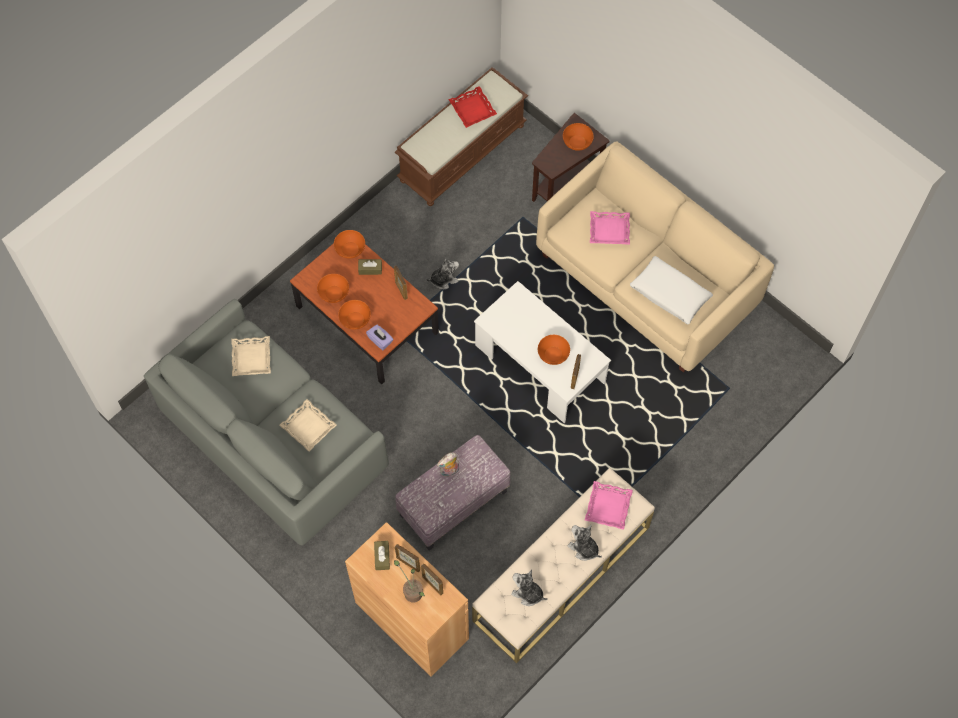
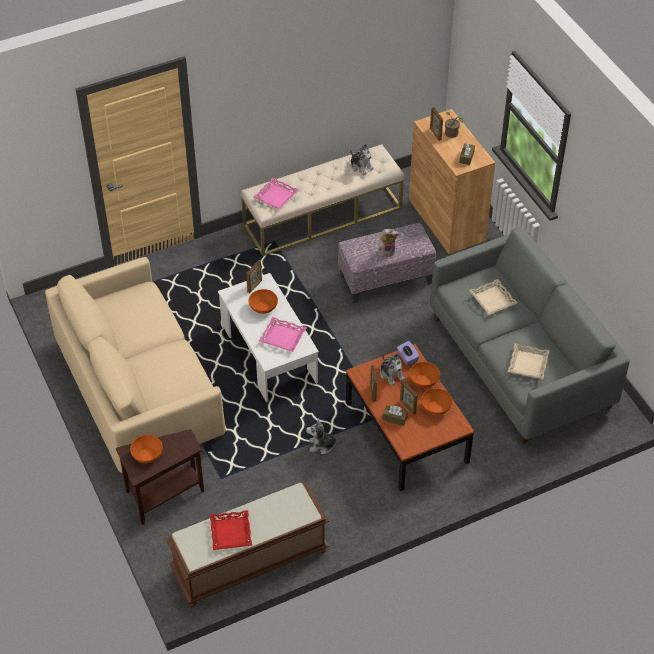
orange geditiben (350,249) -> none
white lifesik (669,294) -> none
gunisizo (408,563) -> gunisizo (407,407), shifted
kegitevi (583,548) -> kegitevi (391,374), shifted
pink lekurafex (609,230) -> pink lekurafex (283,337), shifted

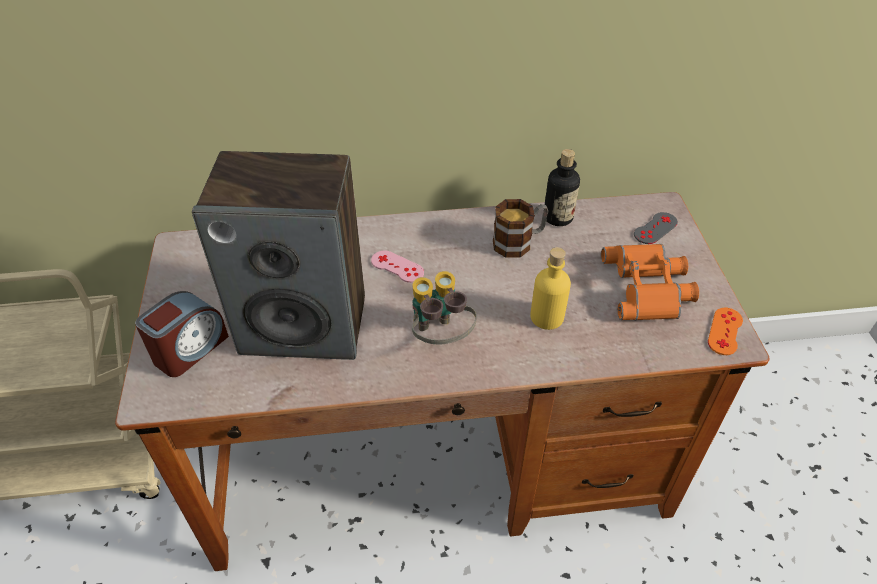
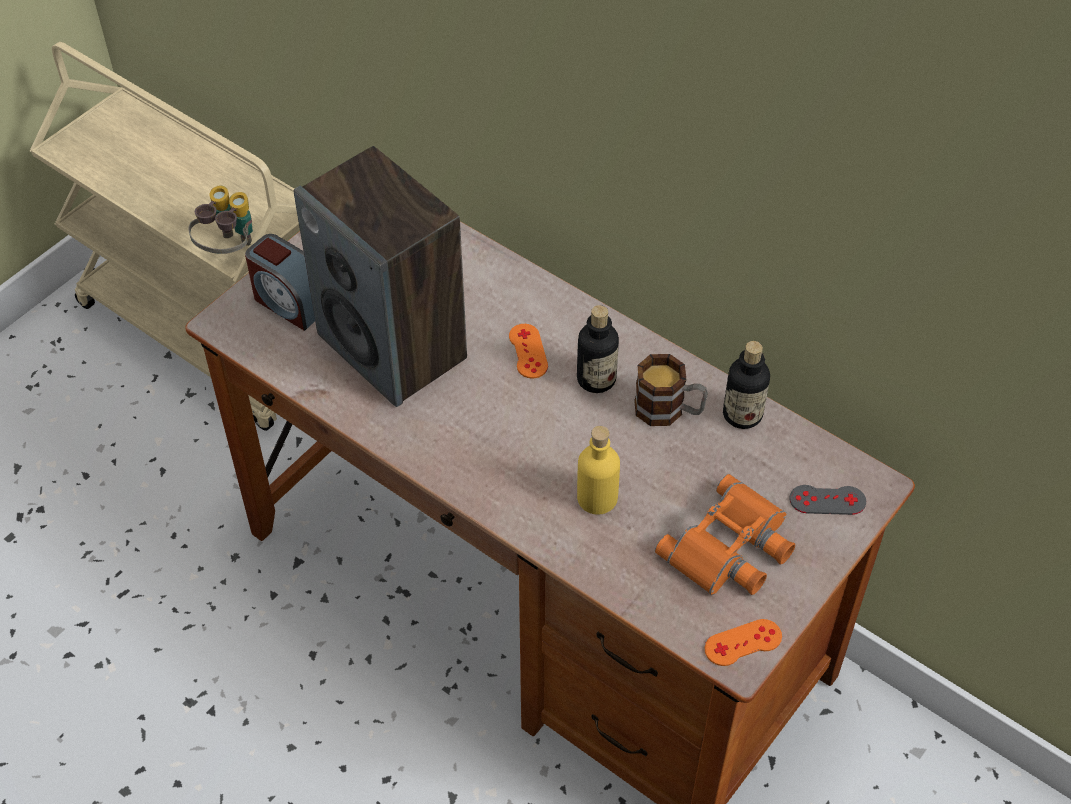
none -> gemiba (596,379)
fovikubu (440,337) -> fovikubu (229,250), shifted
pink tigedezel (397,267) -> orange tigedezel (528,351)
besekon (190,349) -> besekon (290,302), 45 degrees clockwise

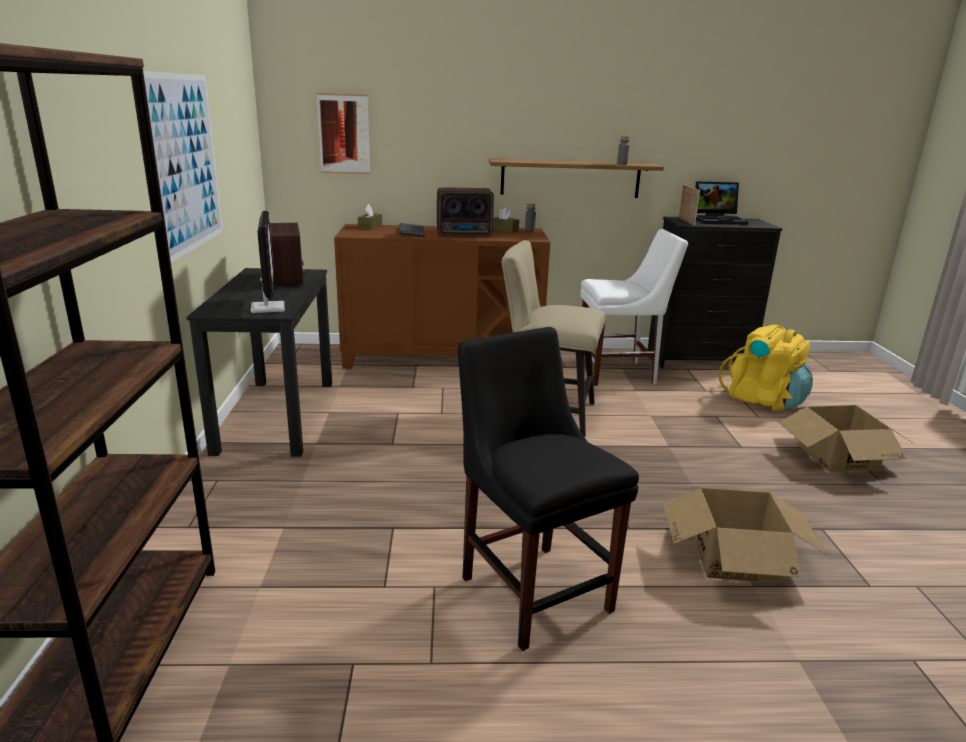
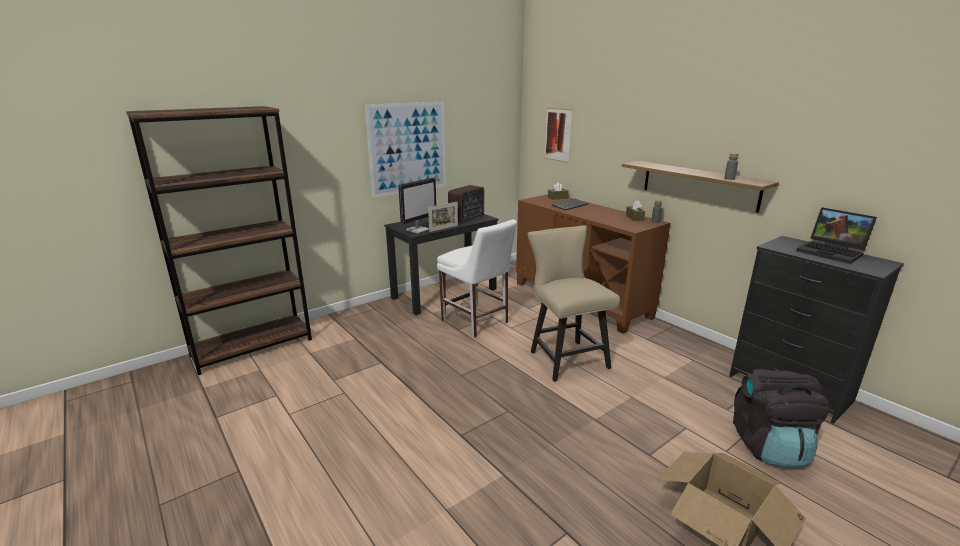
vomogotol (465,235) -> none
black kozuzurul (532,588) -> none
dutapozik (735,558) -> none
white kozuzurul (620,373) -> white kozuzurul (476,322), shifted
gunisizo (686,221) -> gunisizo (443,228), shifted
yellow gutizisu (763,400) -> black gutizisu (769,446)

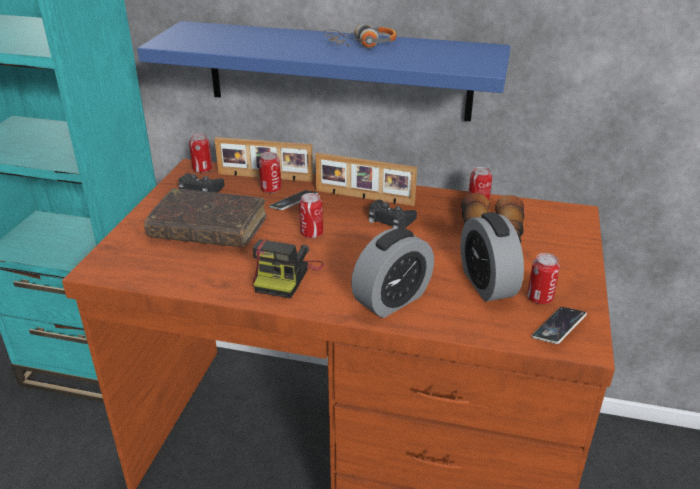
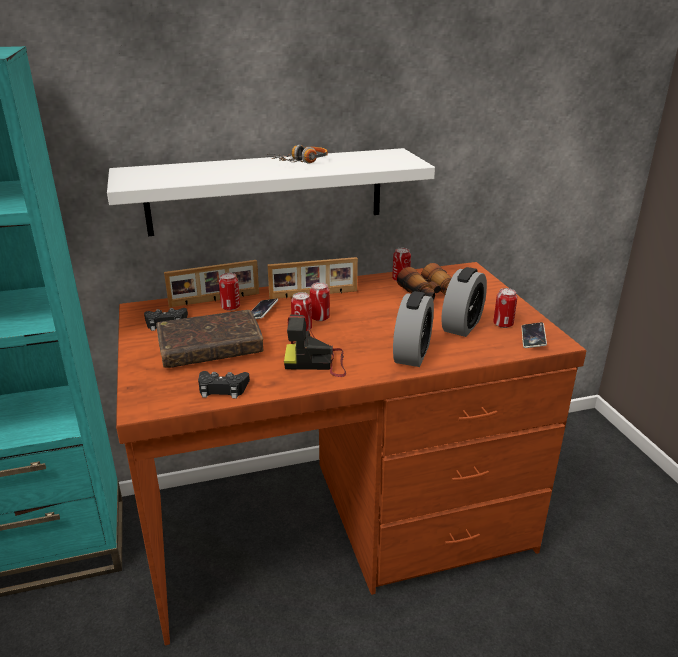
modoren (202,169) -> modoren (320,318), shifted
black tigedezel (390,219) -> black tigedezel (222,389), shifted
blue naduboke (337,71) -> white naduboke (266,191)
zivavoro (286,276) -> zivavoro (317,362), 105 degrees clockwise
besekon (487,284) -> besekon (462,325), 105 degrees counterclockwise

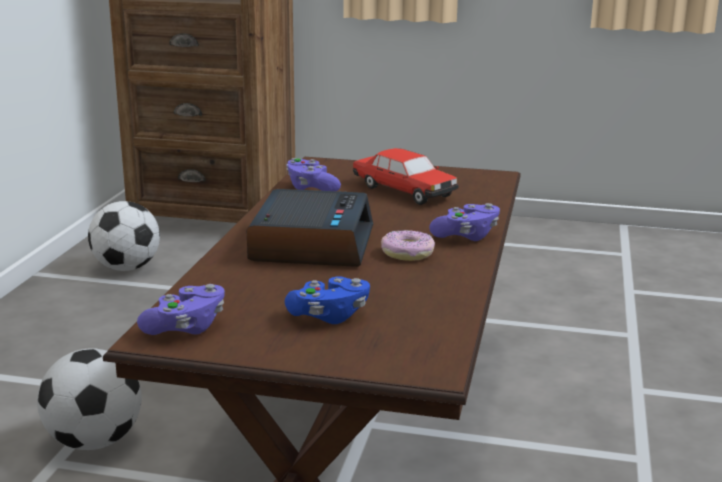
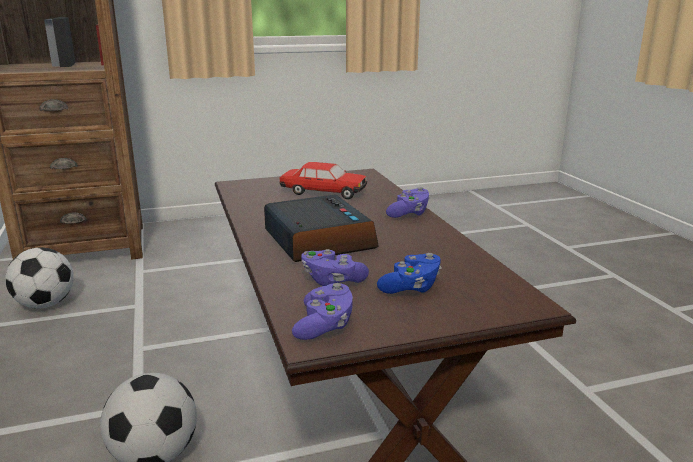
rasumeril (407,253) -> none
purple tigedezel (311,188) -> purple tigedezel (332,281), shifted

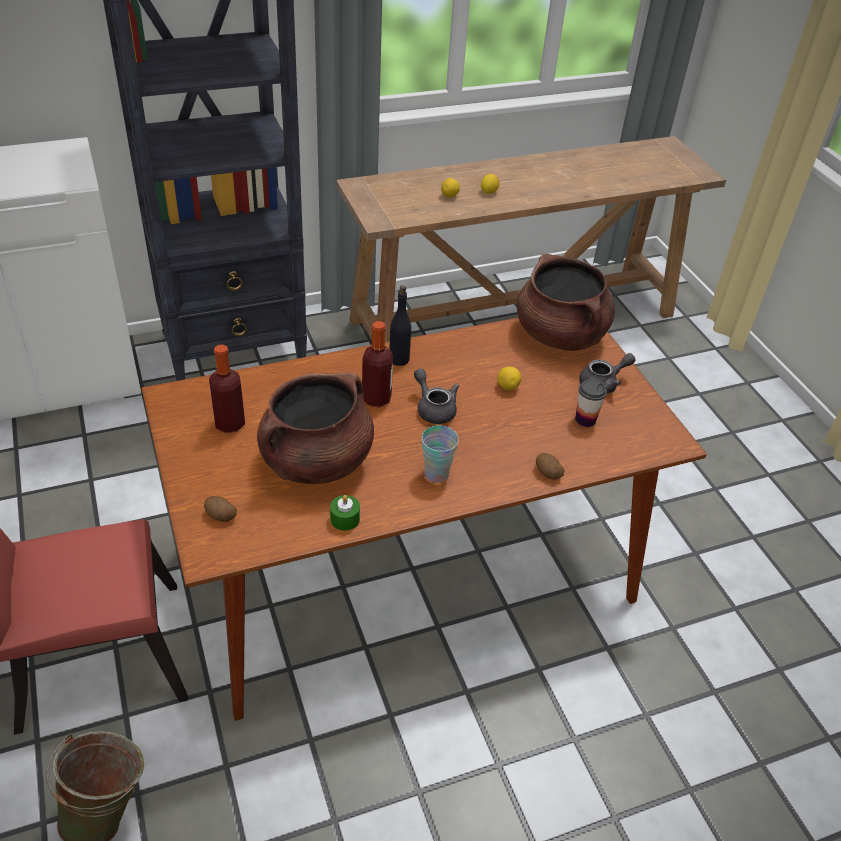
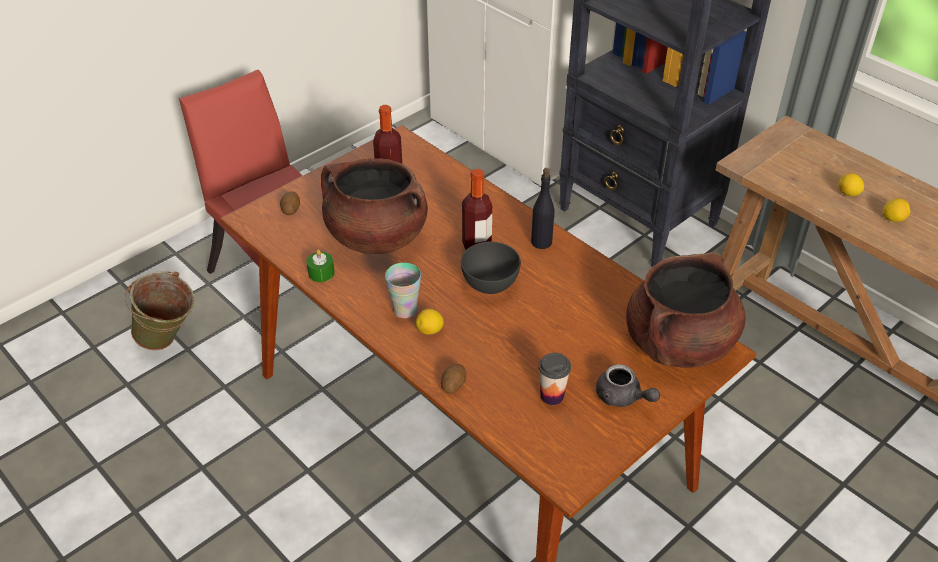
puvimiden (507,387) -> puvimiden (430,331), shifted
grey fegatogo (434,408) -> grey geditiben (490,284)

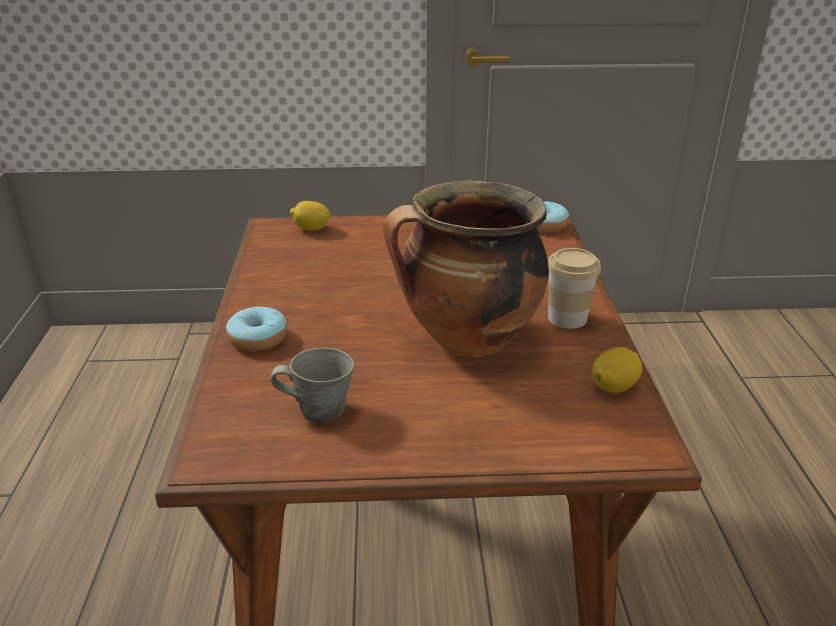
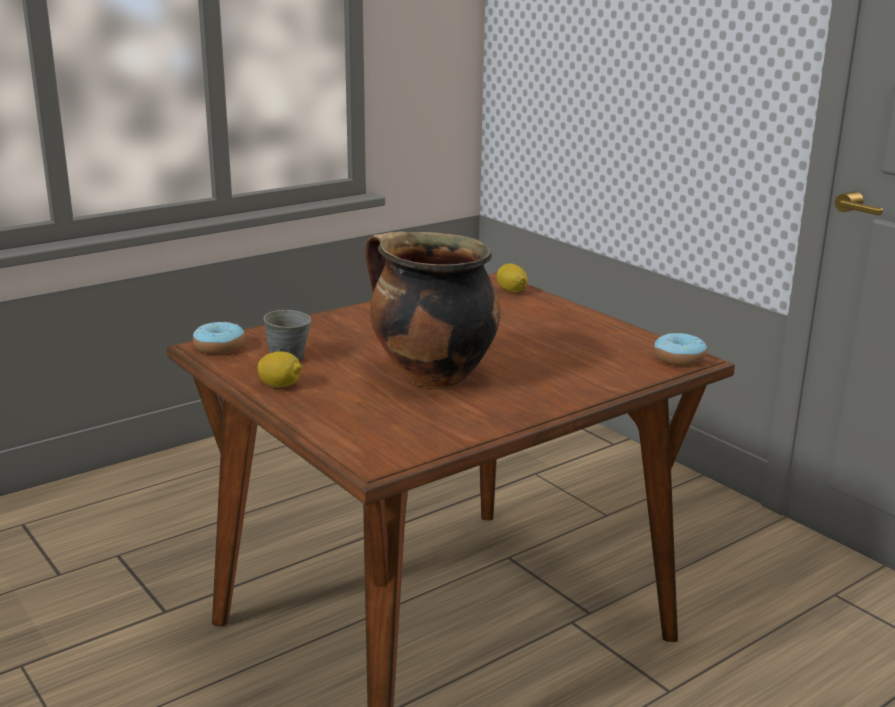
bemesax (567,318) -> none
rasumeril (258,338) -> rasumeril (219,347), shifted
puvimiden (614,386) -> puvimiden (280,385), shifted

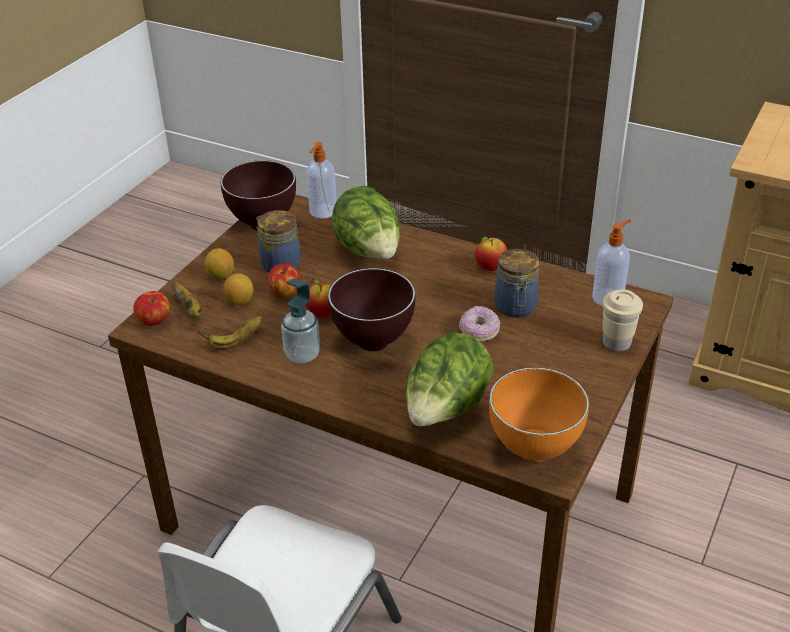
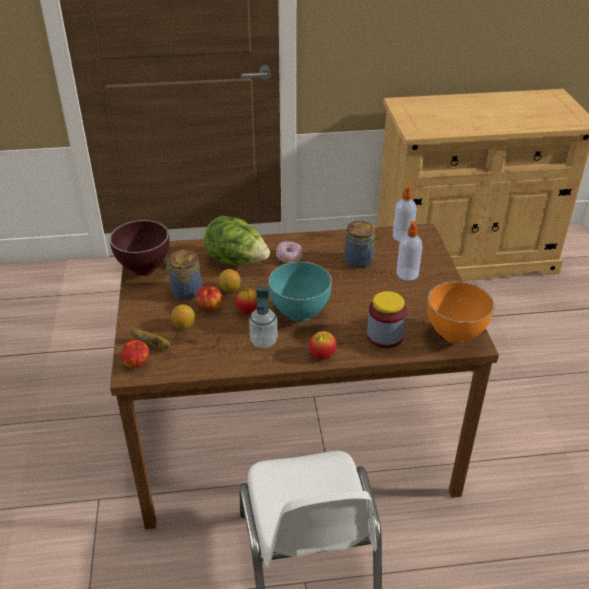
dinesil (235,342) -> none
beige bemesax (616,343) -> none
puvimiden (220,276) -> puvimiden (230,289), shifted
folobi (322,212) -> folobi (407,275), shifted
rasumeril (479,331) -> rasumeril (289,257), shifted
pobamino (490,268) -> pobamino (322,355), shifted
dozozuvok (446,410) -> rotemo (384,336)
brown geditiben (374,341) -> turquoise geditiben (299,314)

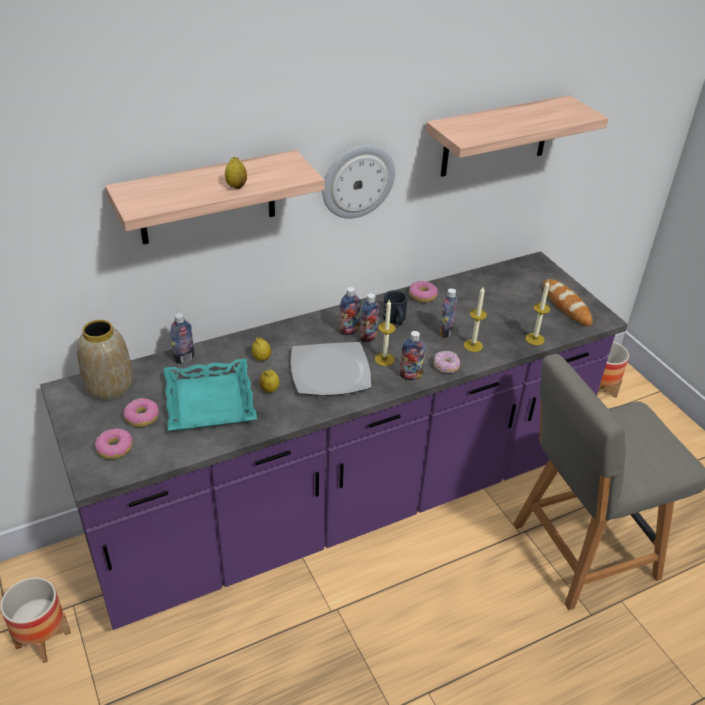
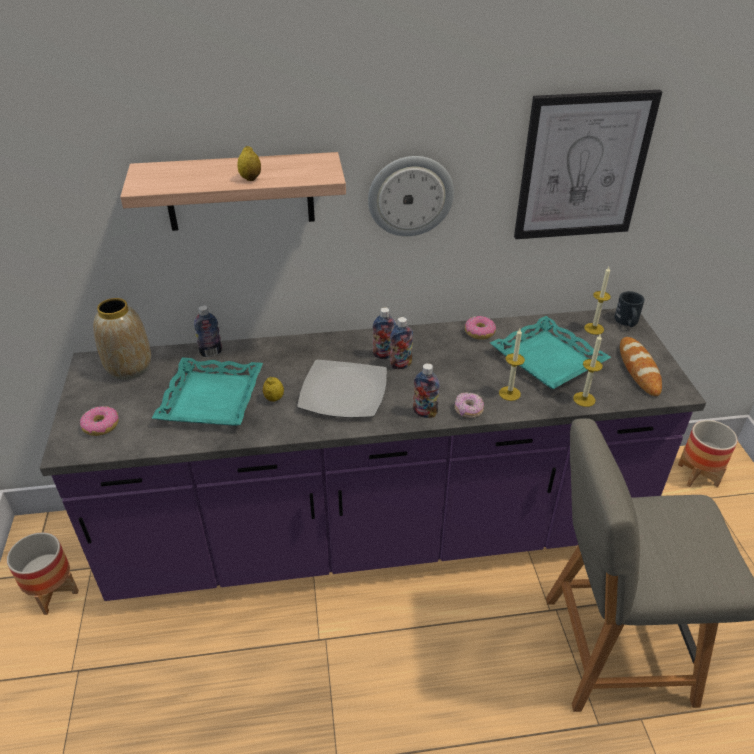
rasumeril (142,417) -> none
puvimiden (261,358) -> none
gemiba (446,332) -> none
none -> turquoise lekurafex (548,359)
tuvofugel (384,359) -> tuvofugel (594,328), shifted
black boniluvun (395,320) -> black boniluvun (627,322), shifted
naduboke (496,136) -> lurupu (582,167)

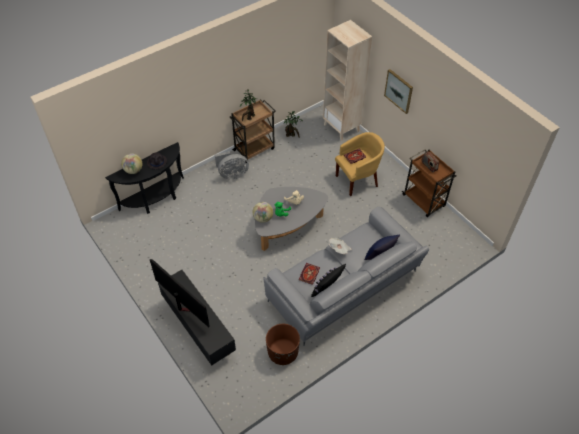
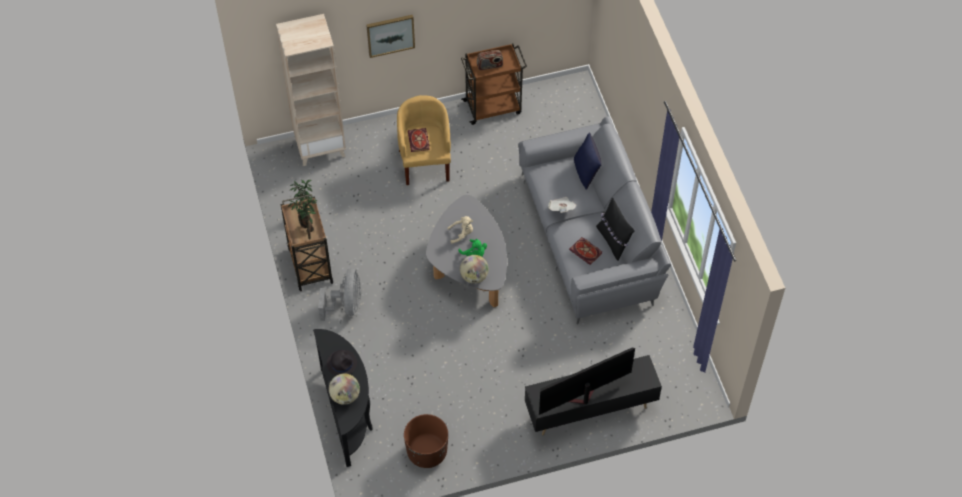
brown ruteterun (283,352) -> brown ruteterun (427,451), shifted

